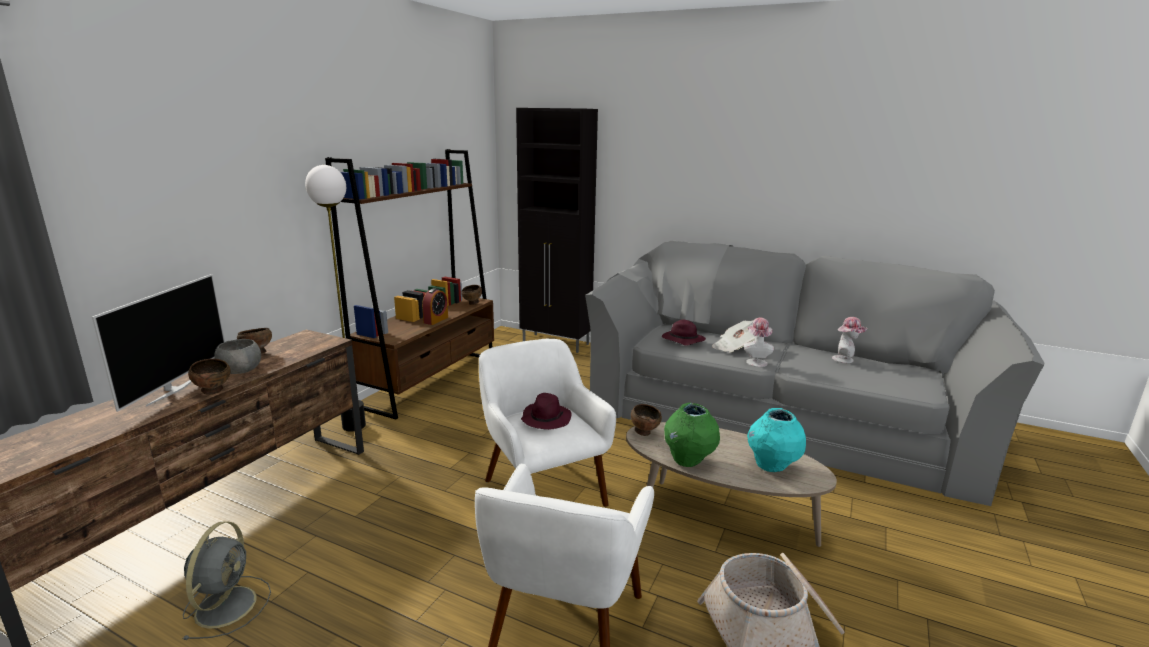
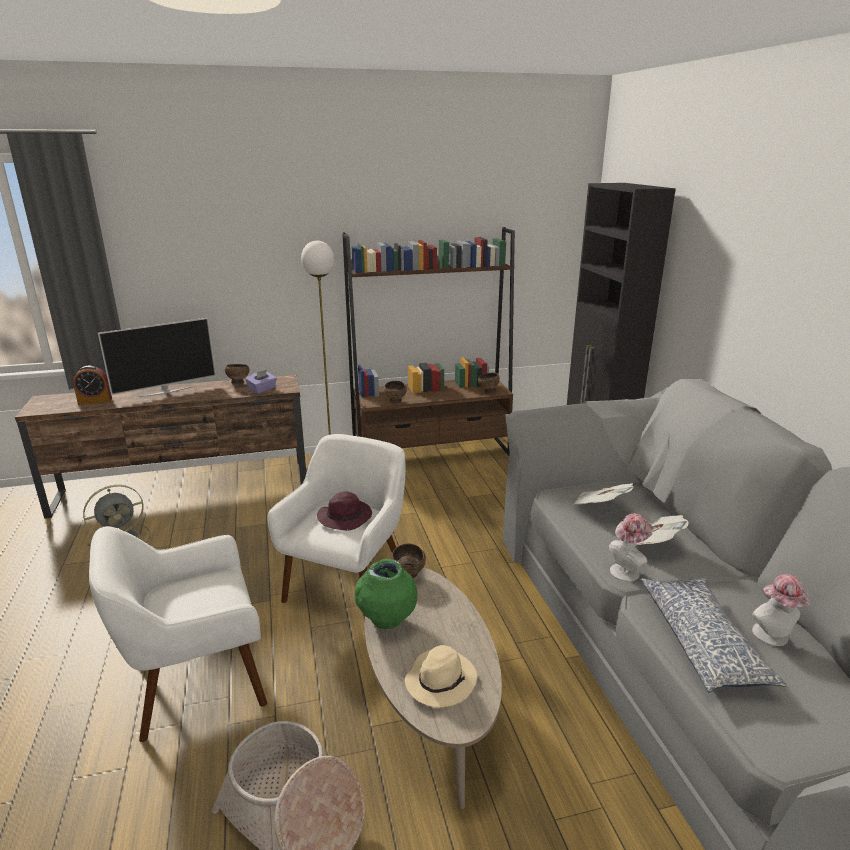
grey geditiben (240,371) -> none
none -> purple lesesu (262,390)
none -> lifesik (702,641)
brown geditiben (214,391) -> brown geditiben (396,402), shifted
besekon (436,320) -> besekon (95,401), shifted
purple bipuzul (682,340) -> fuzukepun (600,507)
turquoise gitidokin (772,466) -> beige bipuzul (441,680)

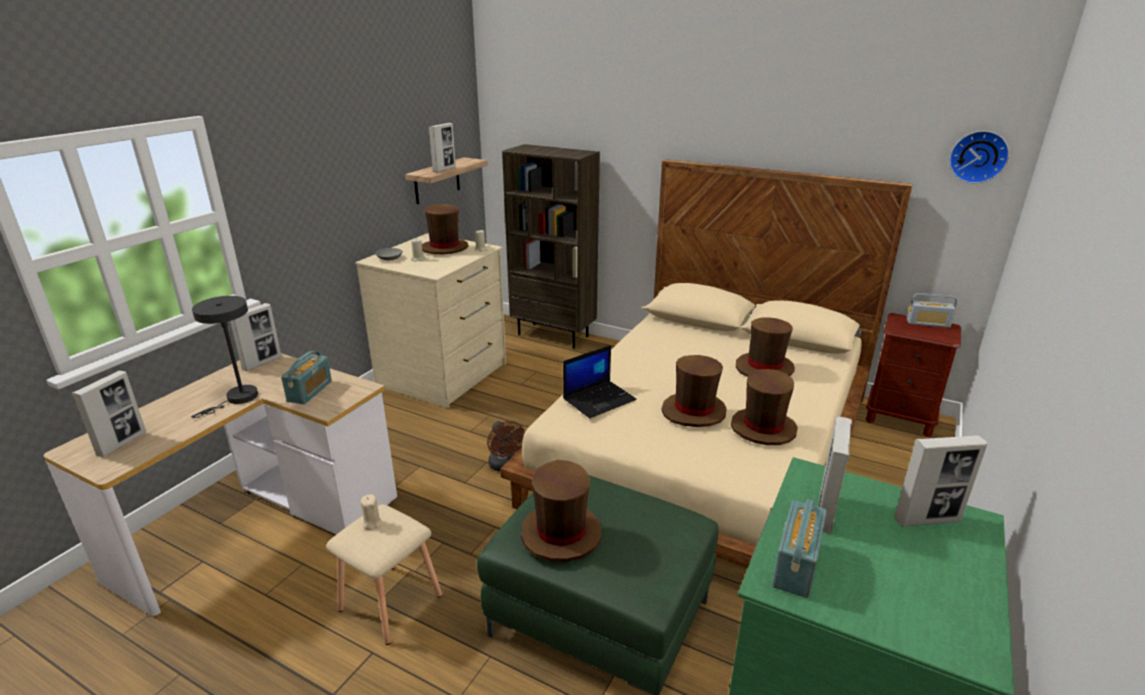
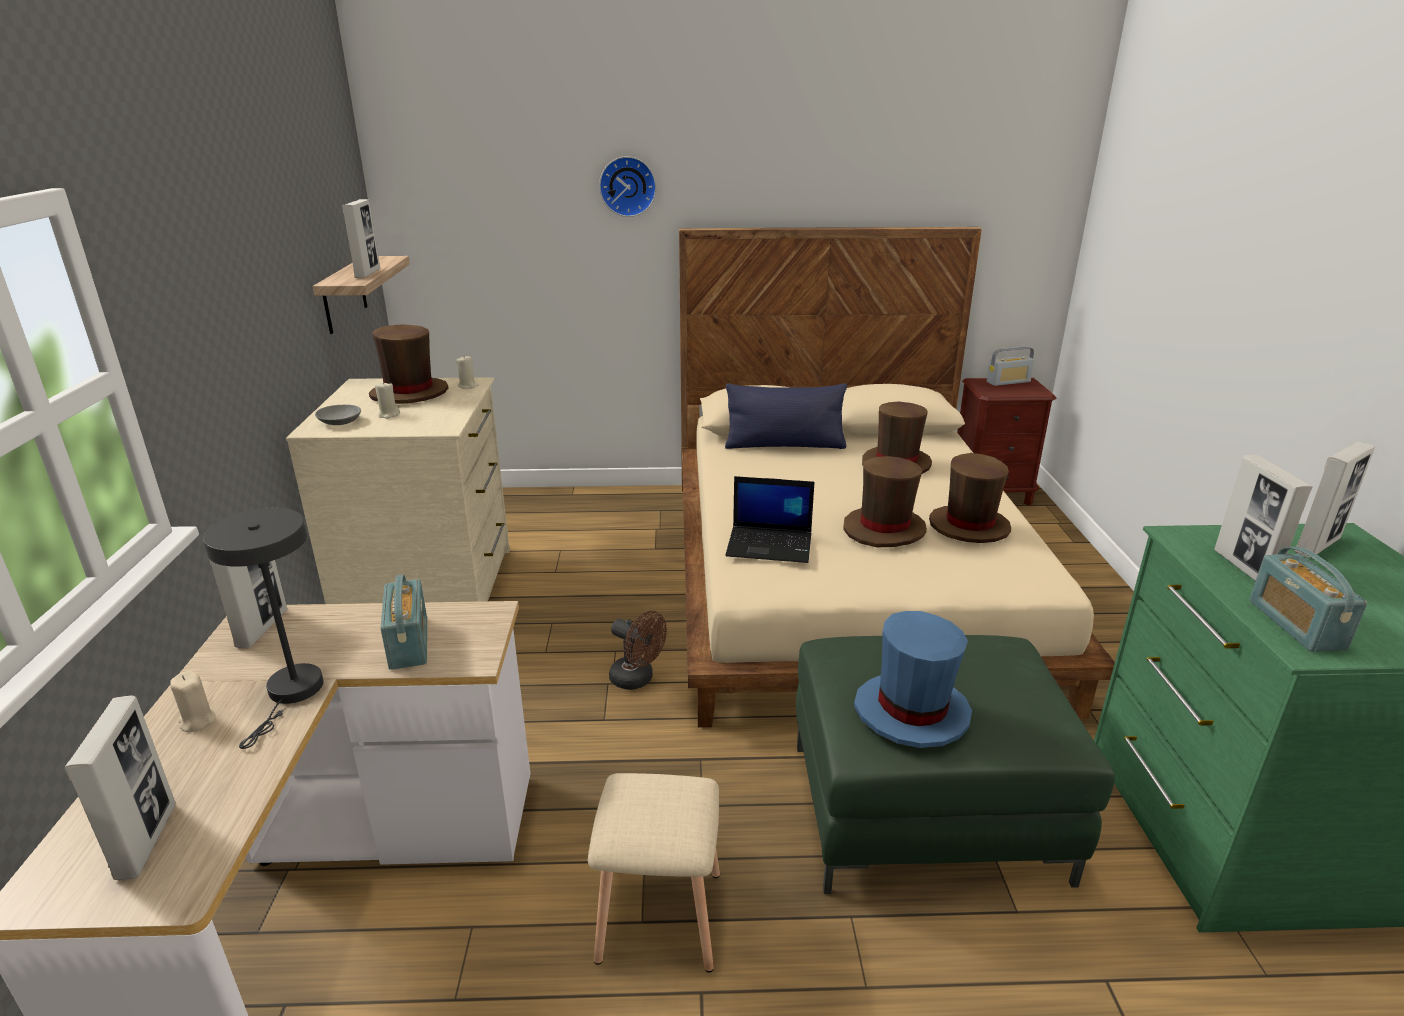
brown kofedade (554,335) -> none
none -> blue lifesik (784,445)
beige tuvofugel (372,523) -> beige tuvofugel (197,721), shifted
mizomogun (978,156) -> mizomogun (628,186), shifted
brown bipuzul (561,534) -> blue bipuzul (911,712)
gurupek (599,399) -> gurupek (770,545), 75 degrees clockwise

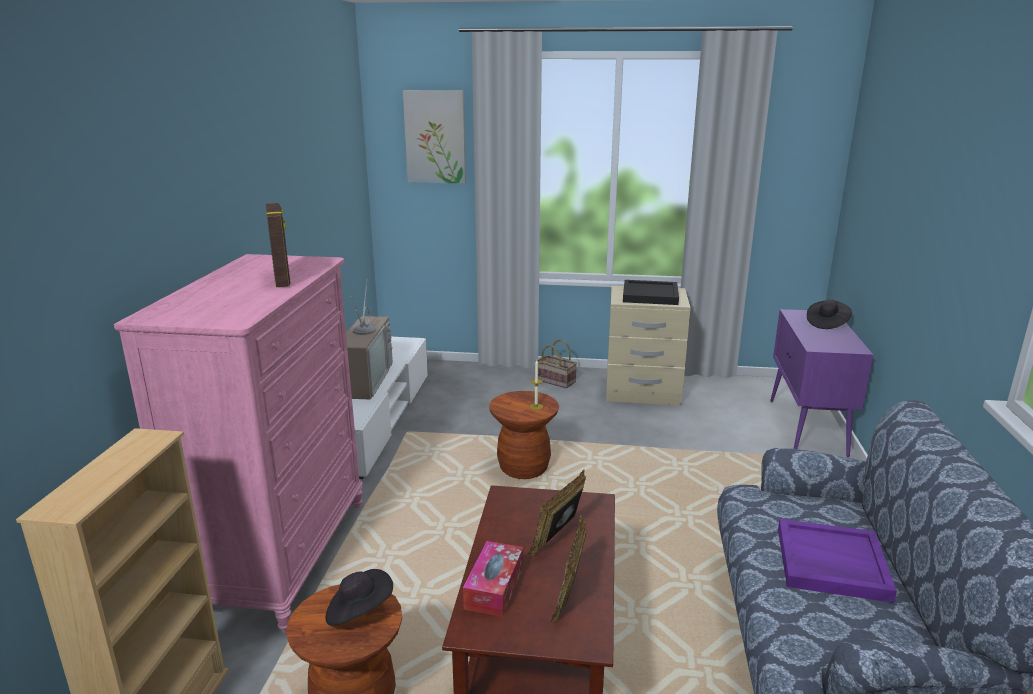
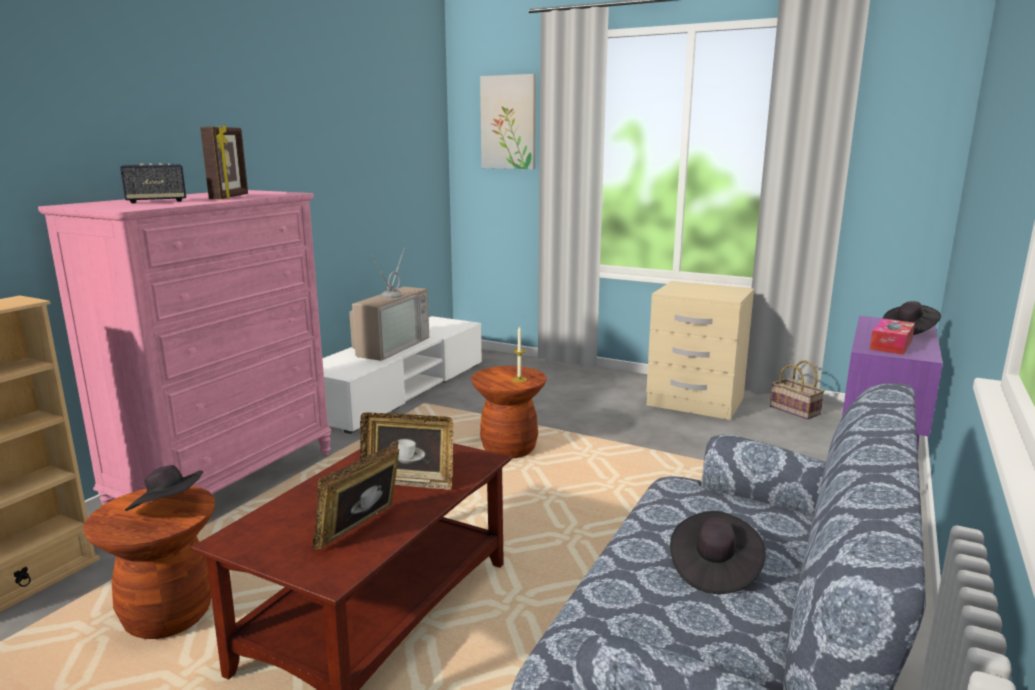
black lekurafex (650,295) -> none
none -> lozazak (156,201)
lesesu (494,587) -> lesesu (891,345), shifted
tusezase (557,381) -> tusezase (796,410), shifted
purple lekurafex (830,563) -> black bipuzul (713,569)
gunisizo (559,538) -> gunisizo (408,482), 135 degrees counterclockwise

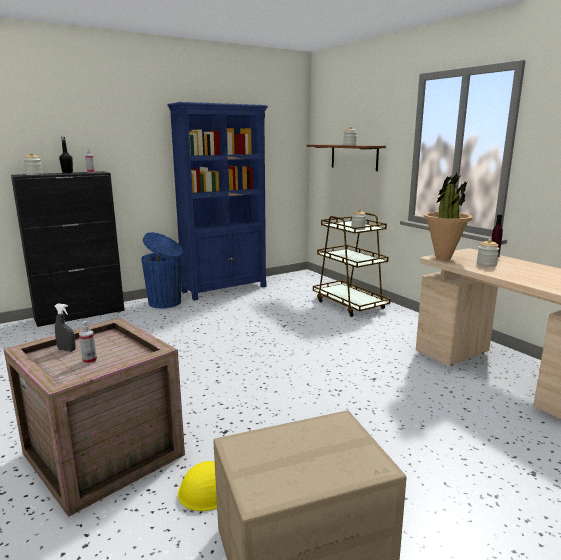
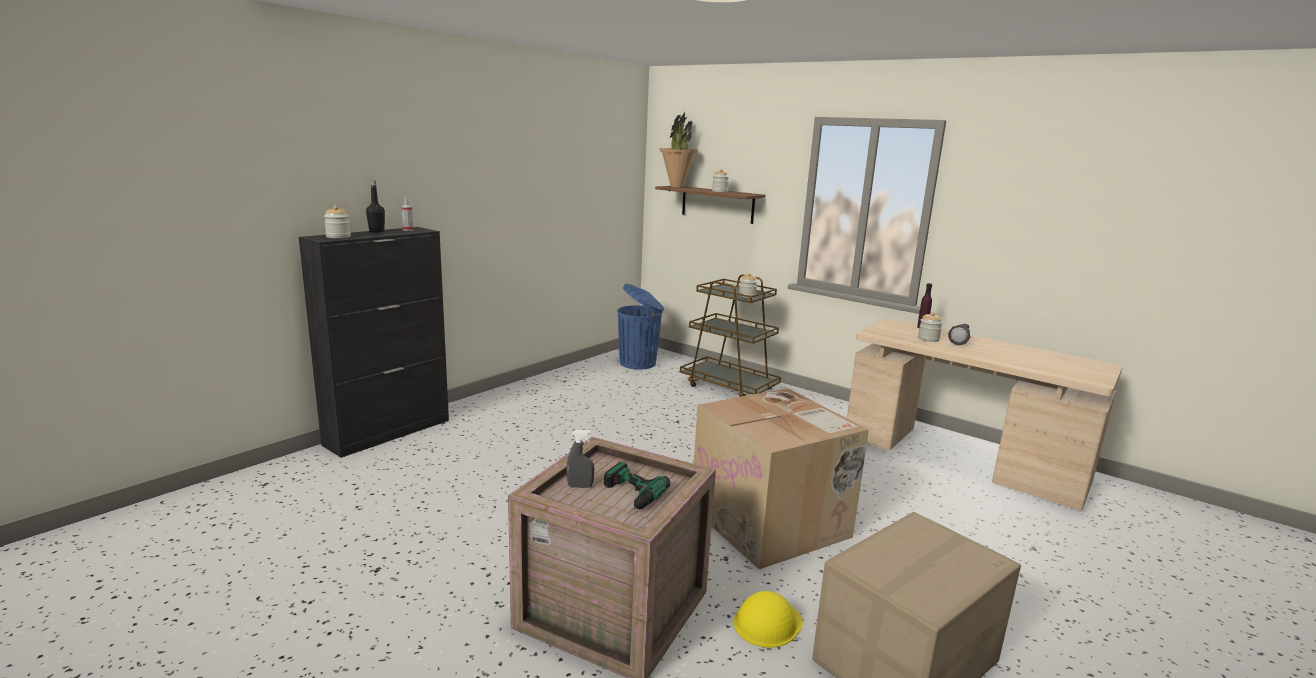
blue kofedade (225,289) -> none
none -> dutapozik (772,522)
none -> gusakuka (960,341)
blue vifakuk (166,303) -> blue vifakuk (639,363), shifted
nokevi (443,258) -> nokevi (676,186), shifted
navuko (89,361) -> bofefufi (627,496)

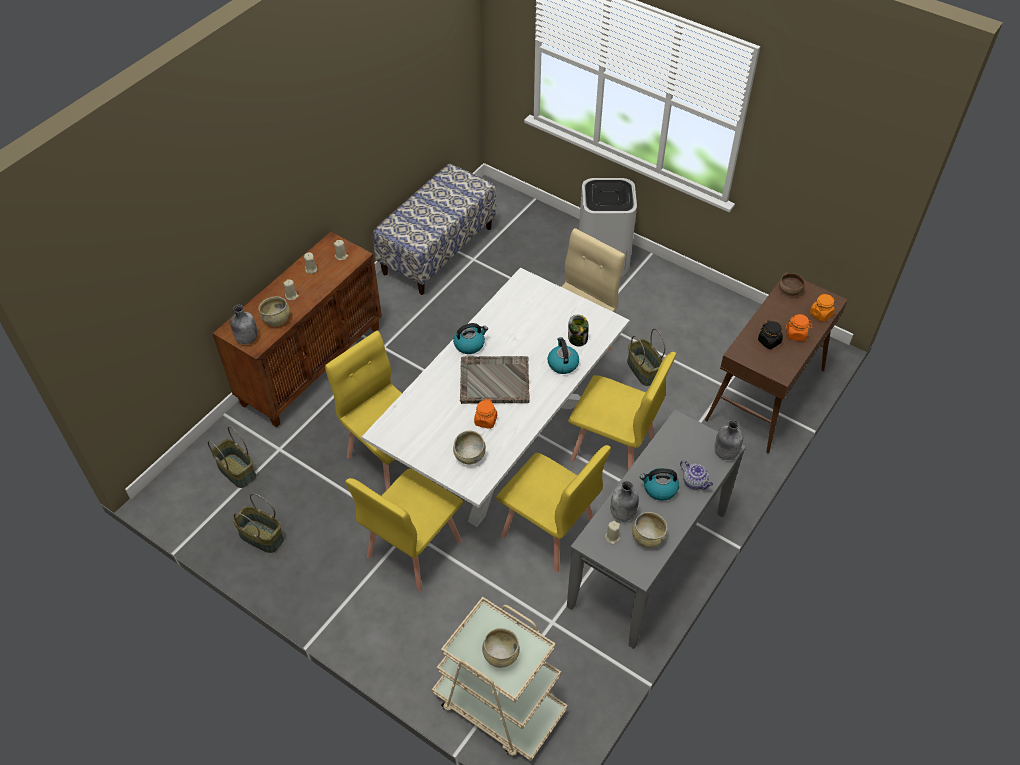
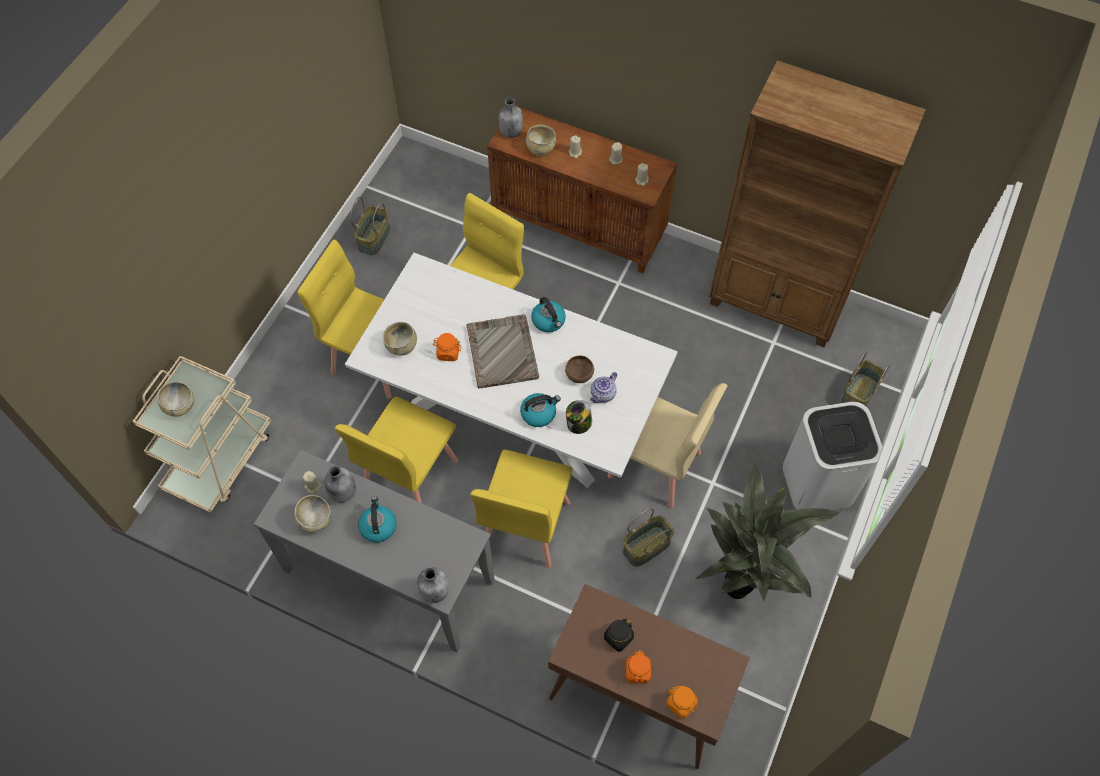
none -> nokevi (742,586)
tusezase (237,471) -> tusezase (859,394), shifted
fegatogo (695,482) -> fegatogo (603,395), shifted
brown geditiben (789,291) -> brown geditiben (578,374), shifted
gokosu (437,250) -> brown kofedade (777,304)

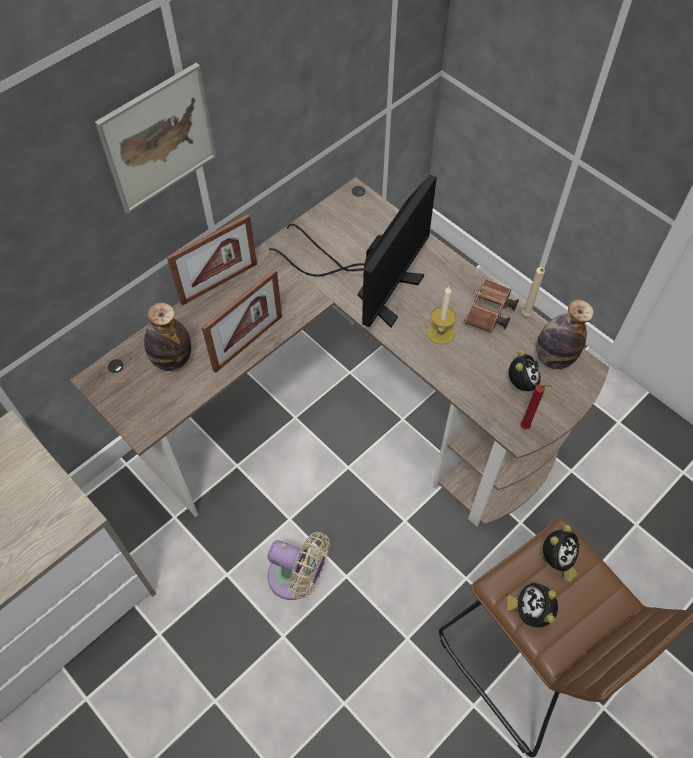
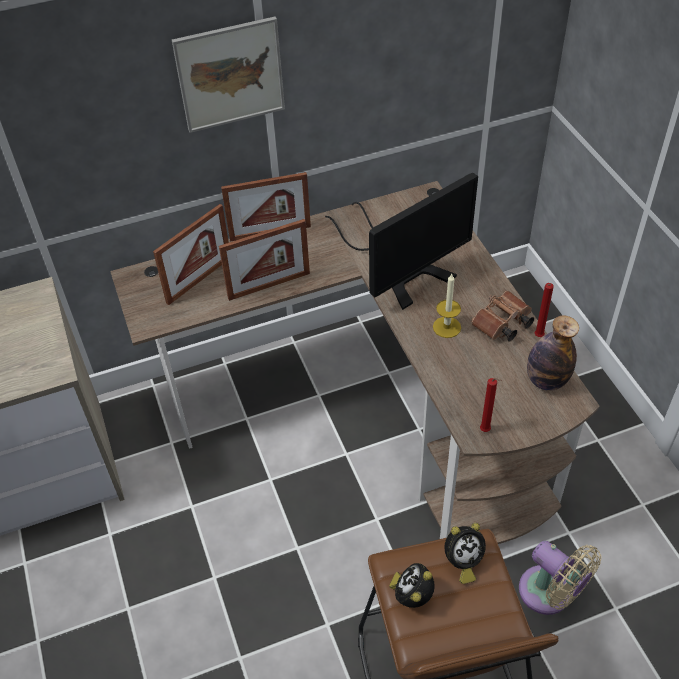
besekon (523,386) -> none
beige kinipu (297,578) -> beige kinipu (550,594), shifted
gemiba (172,359) -> gunisizo (199,280)
beige tuvofugel (526,316) -> red tuvofugel (538,337)

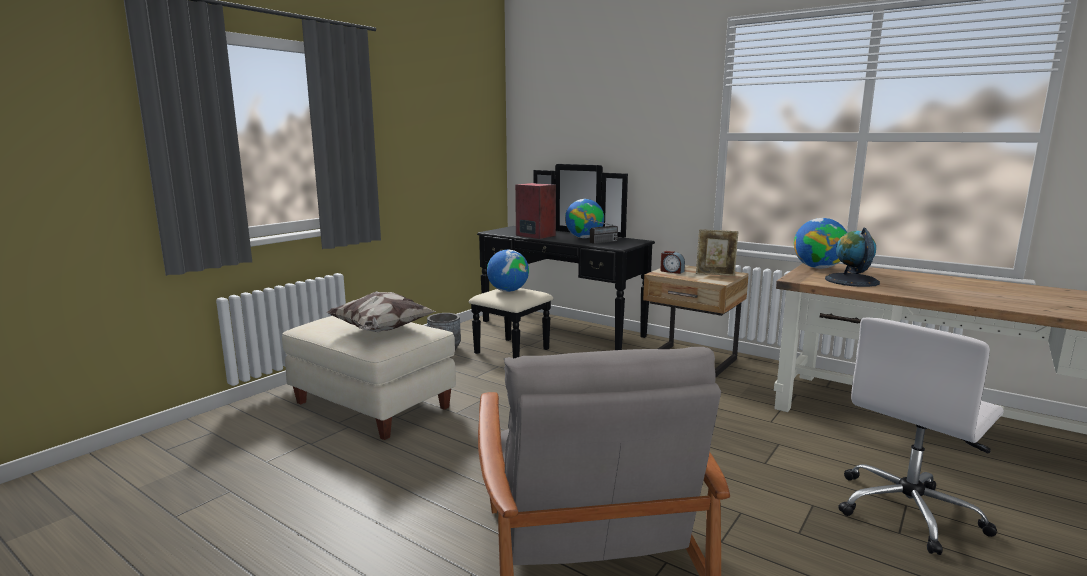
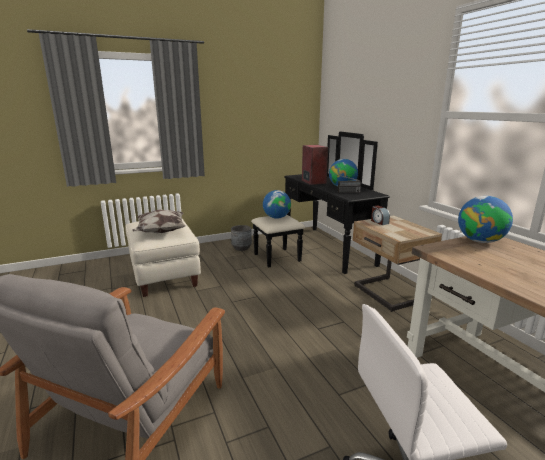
gunisizo (715,274) -> none
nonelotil (851,280) -> none

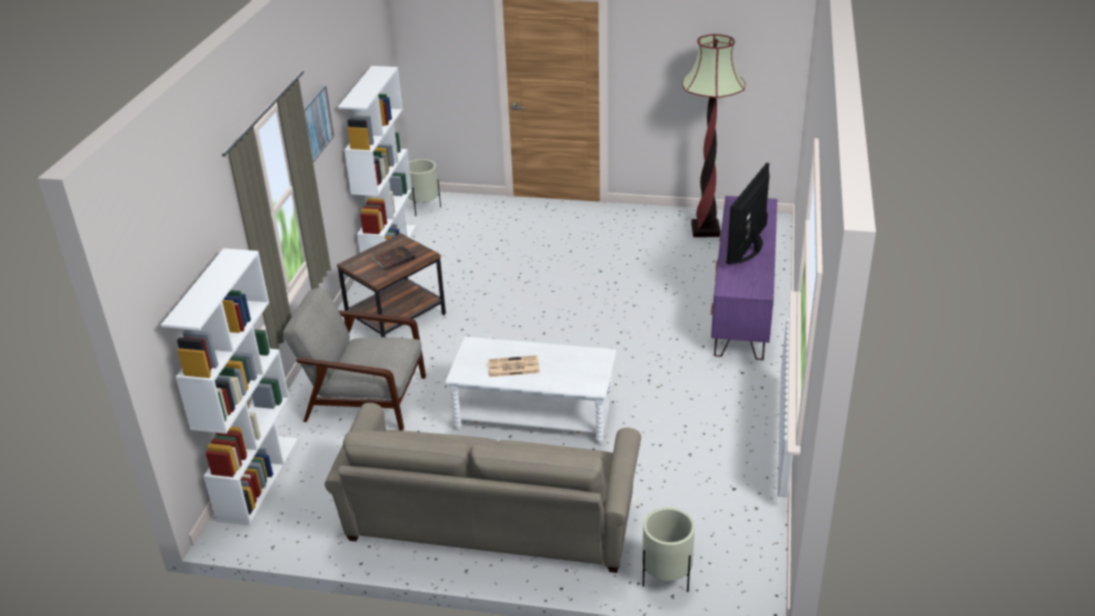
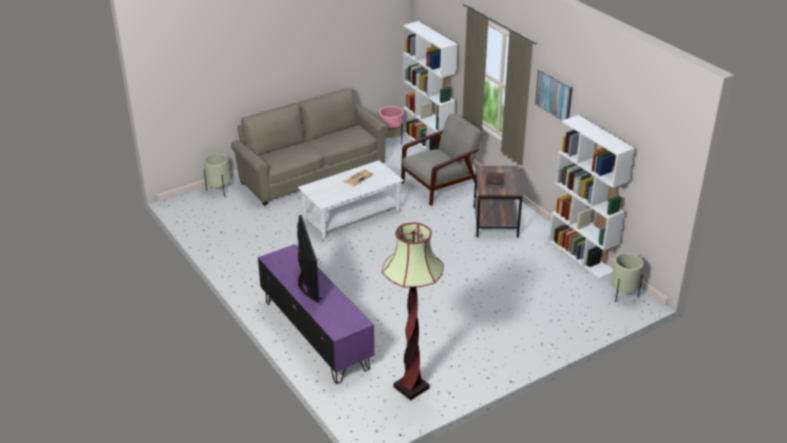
none -> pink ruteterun (391,141)

